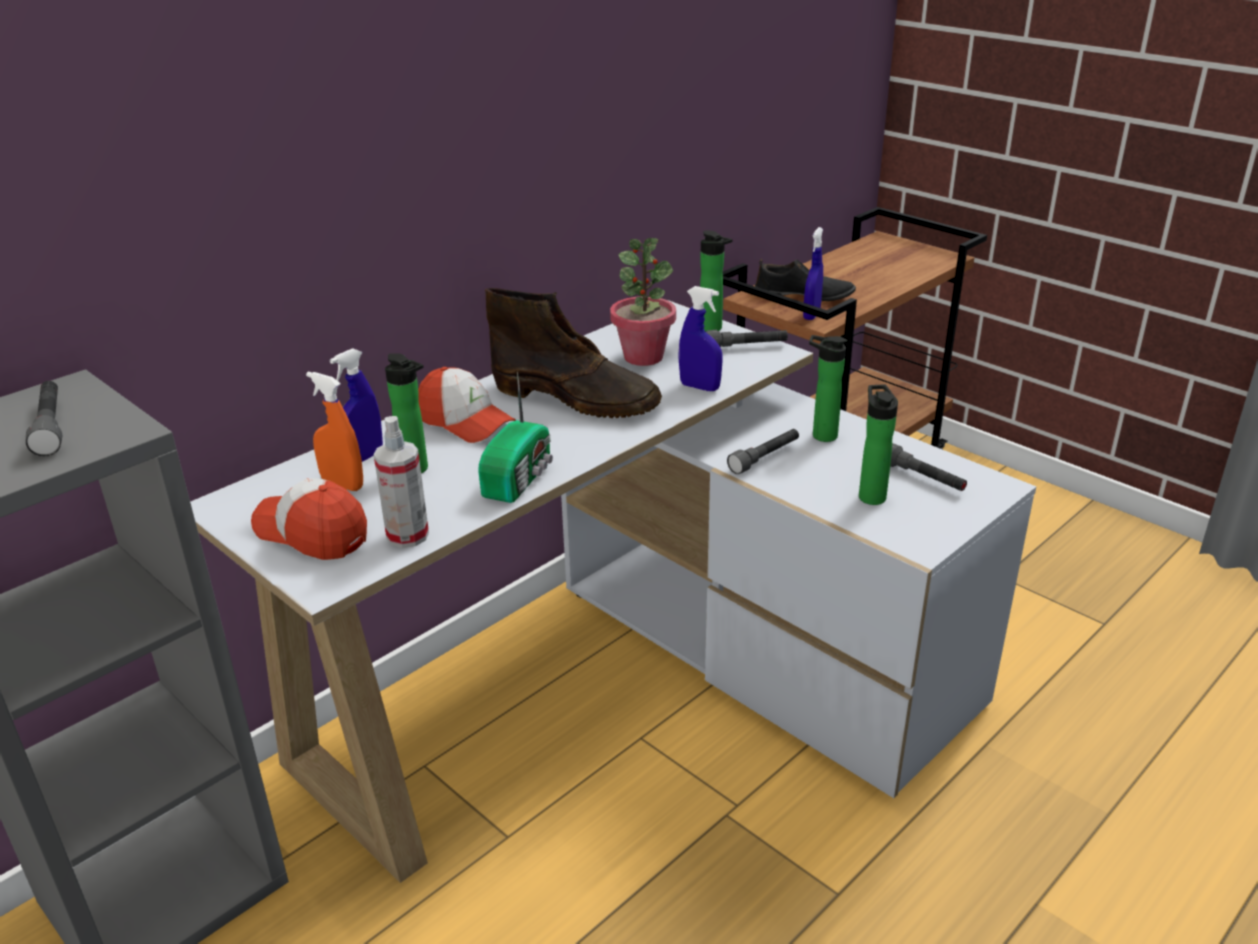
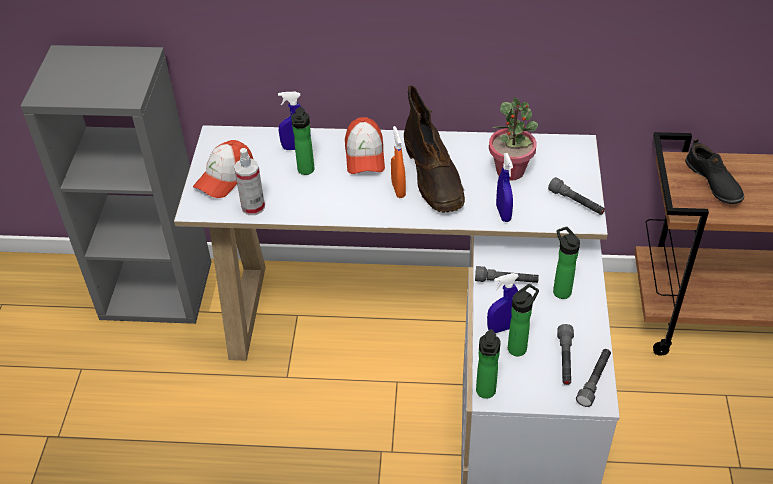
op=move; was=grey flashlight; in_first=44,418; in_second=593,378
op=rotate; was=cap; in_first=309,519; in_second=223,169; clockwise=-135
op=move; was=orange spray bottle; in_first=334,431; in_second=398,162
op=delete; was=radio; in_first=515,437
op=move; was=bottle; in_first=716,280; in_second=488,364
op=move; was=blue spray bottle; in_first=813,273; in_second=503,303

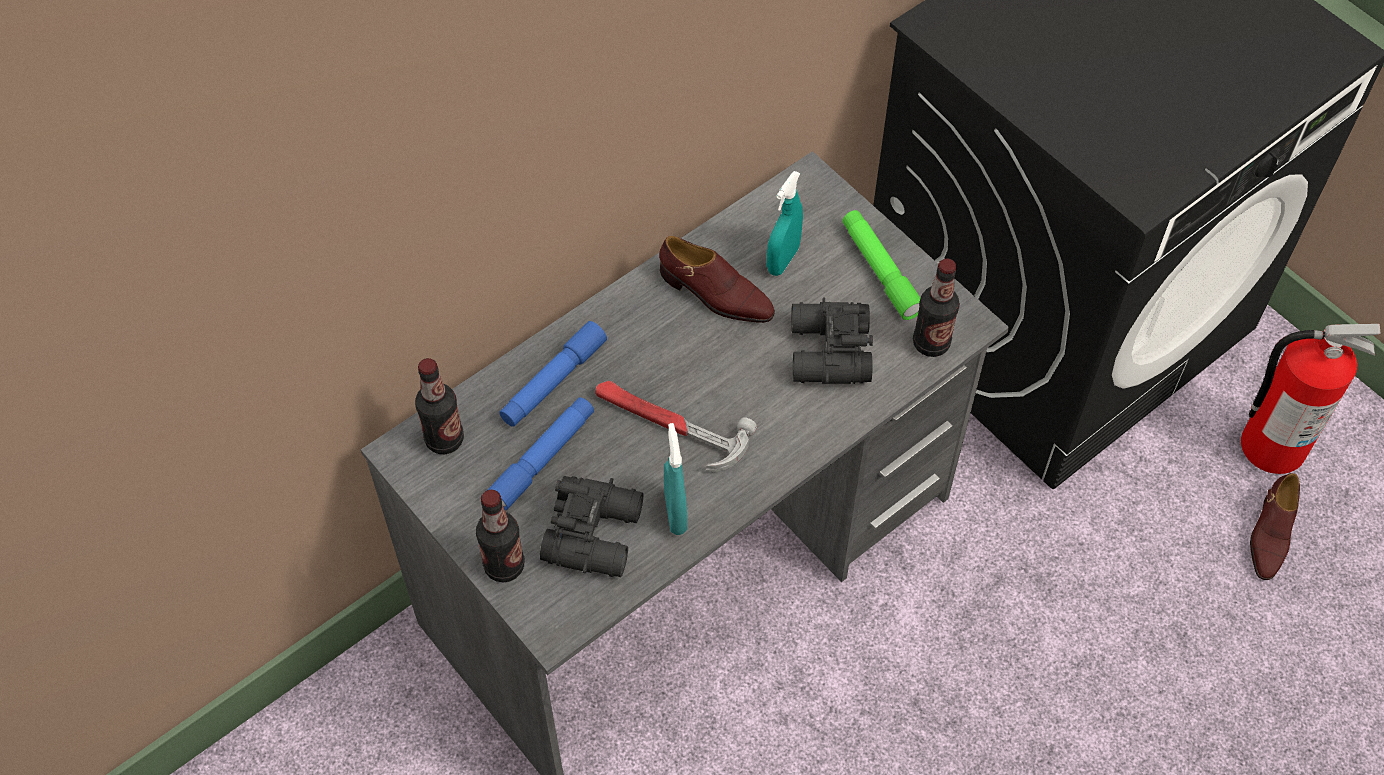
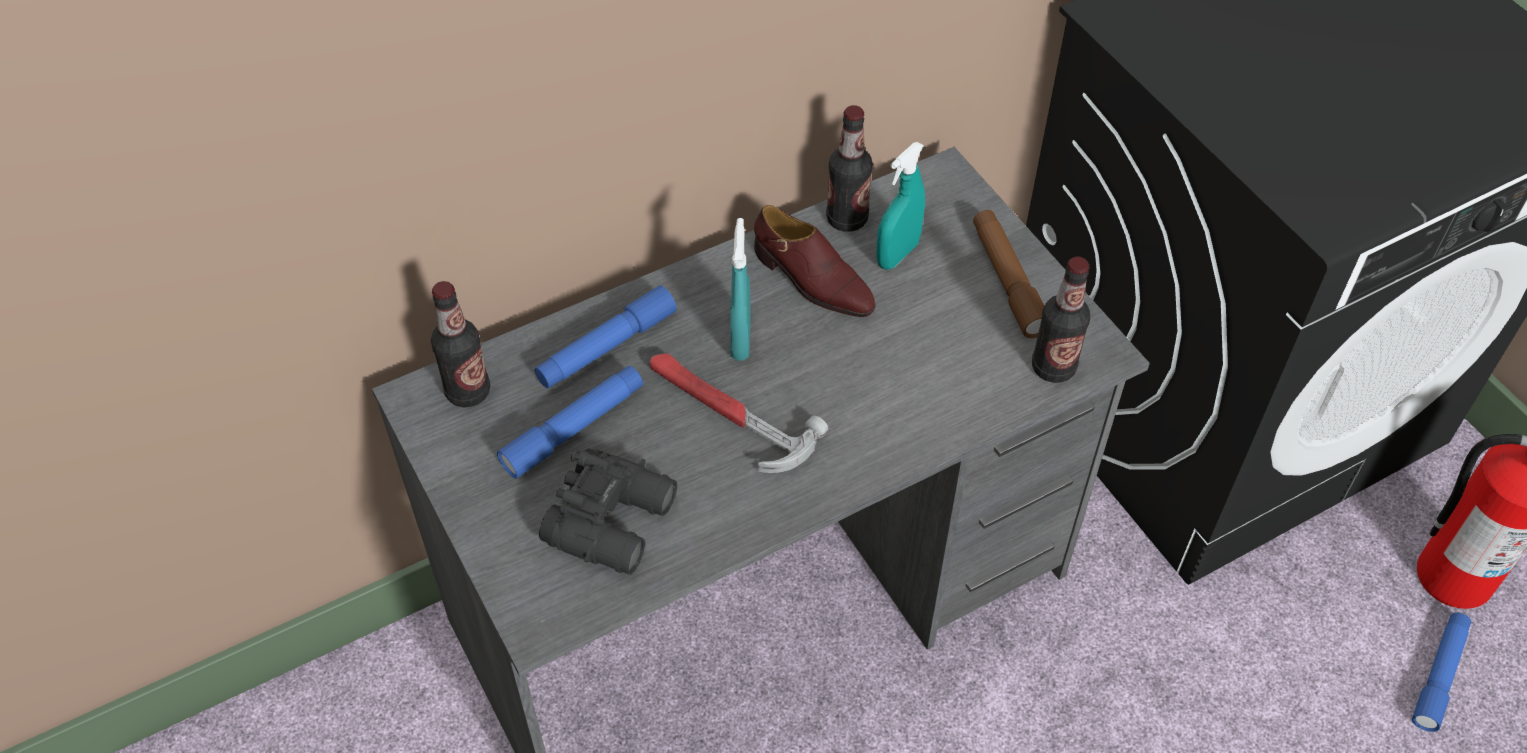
op=move; was=bottle; in_first=500,536; in_second=849,168
op=move; was=turquoise spray bottle; in_first=675,479; in_second=740,289
op=delete; was=black binoculars; in_first=832,340
op=recolor; was=green flashlight; now=brown flashlight; in_first=881,265; in_second=1008,274
op=replace; was=brown shoe; now=blue flashlight; in_first=1275,526; in_second=1441,672

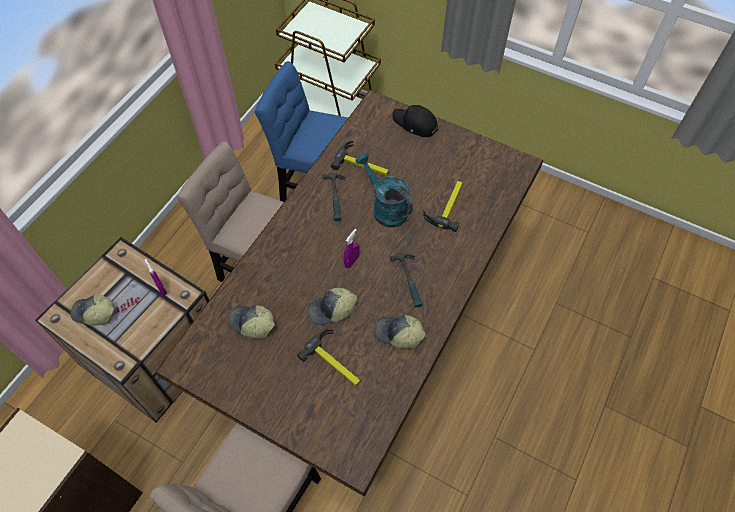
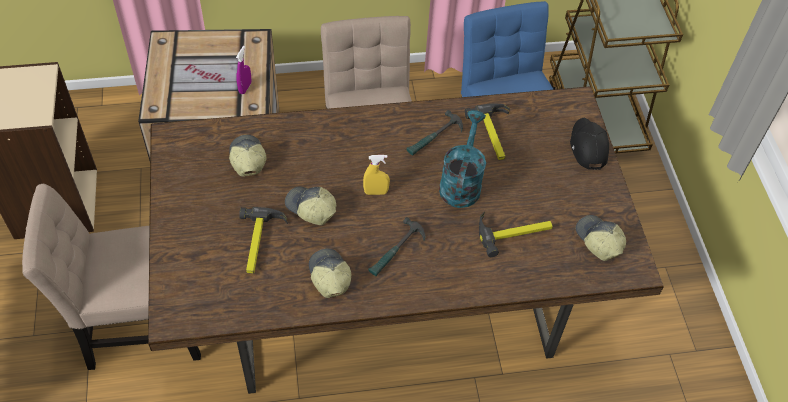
op=move; was=cap; in_first=93,310; in_second=601,238
op=recolor; was=purple spray bottle; now=yellow spray bottle; in_first=352,248; in_second=376,175

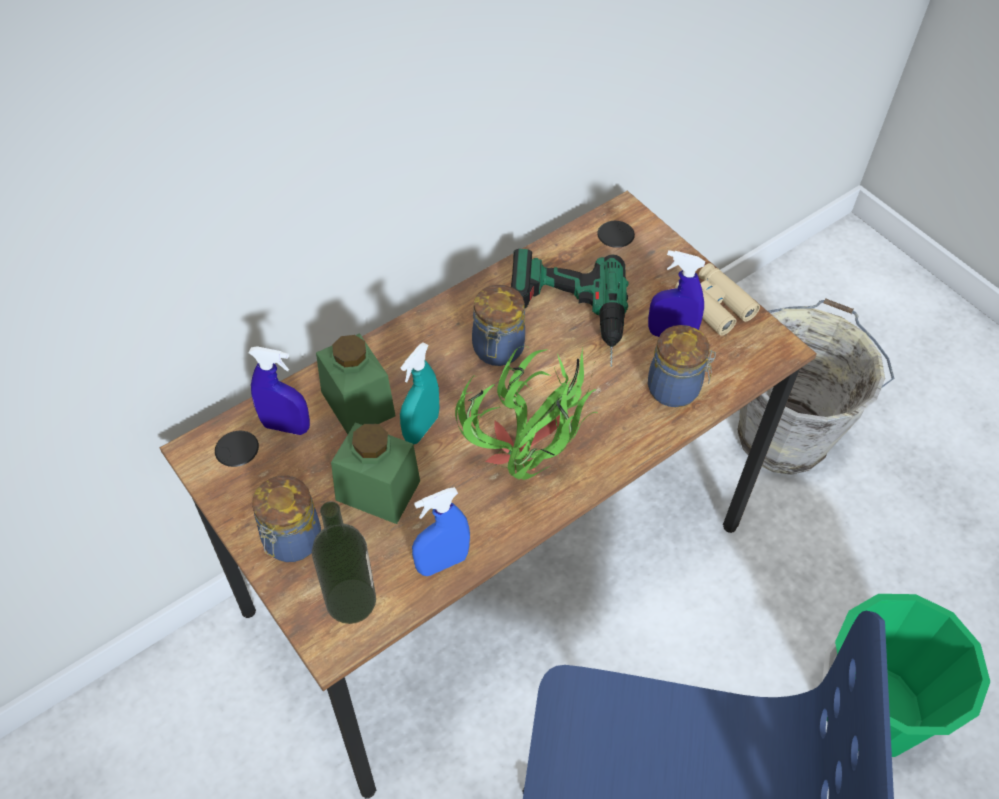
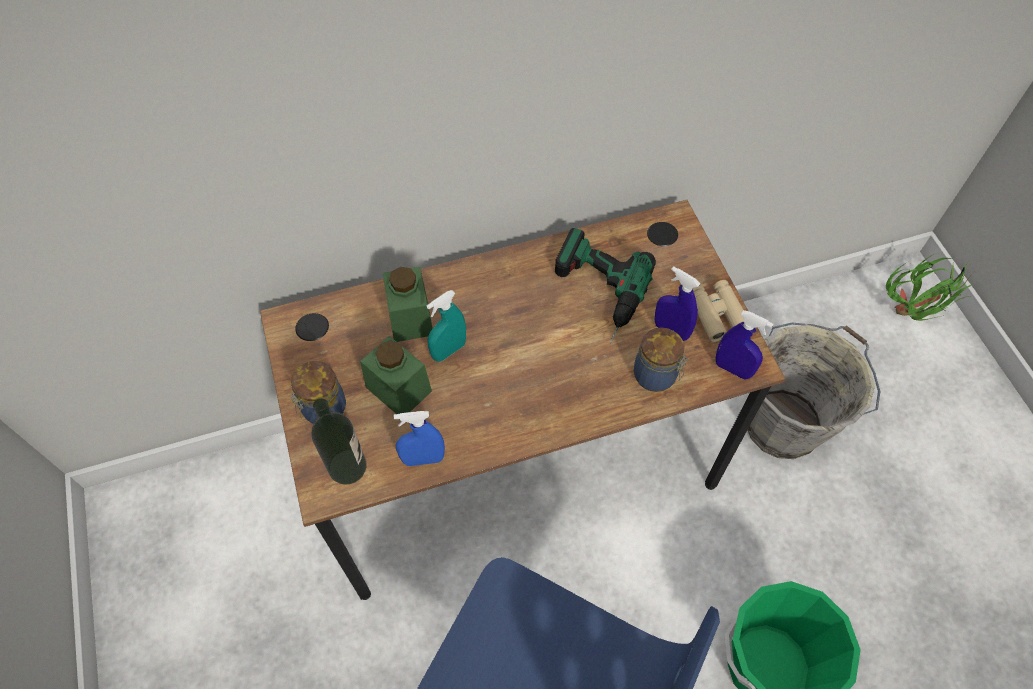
op=move; was=blue spray bottle; in_first=279,390; in_second=744,344
op=move; was=potted plant; in_first=526,413; in_second=929,287
op=delete; was=jar; in_first=498,325

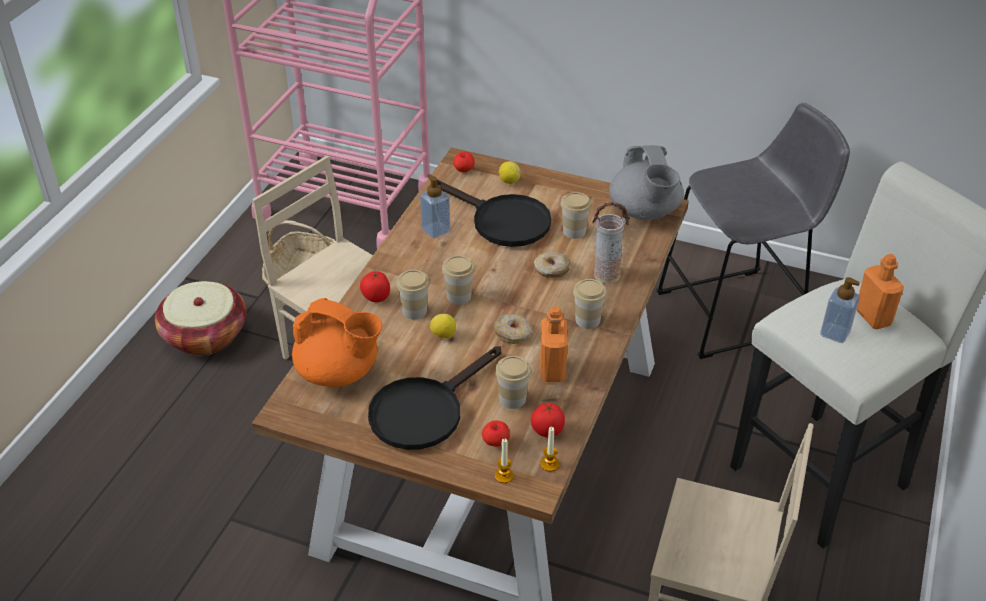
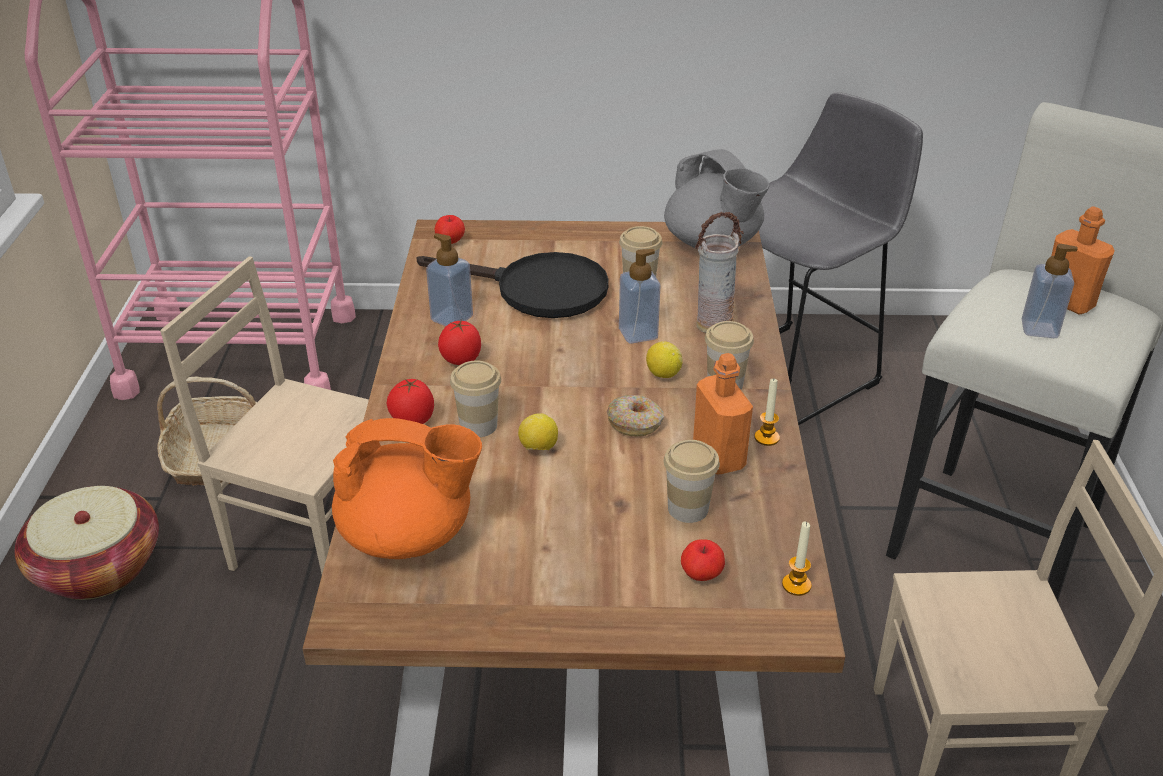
op=delete; was=black frying pan; in_first=434,398
op=delete; was=cup; in_first=458,280
op=move; was=candle; in_first=504,461; in_second=767,412
op=move; was=lemon; in_first=510,172; in_second=664,359
op=move; was=tomato; in_first=548,419; in_second=459,342
op=replace; was=donut; now=soap dispenser; in_first=552,264; in_second=640,296

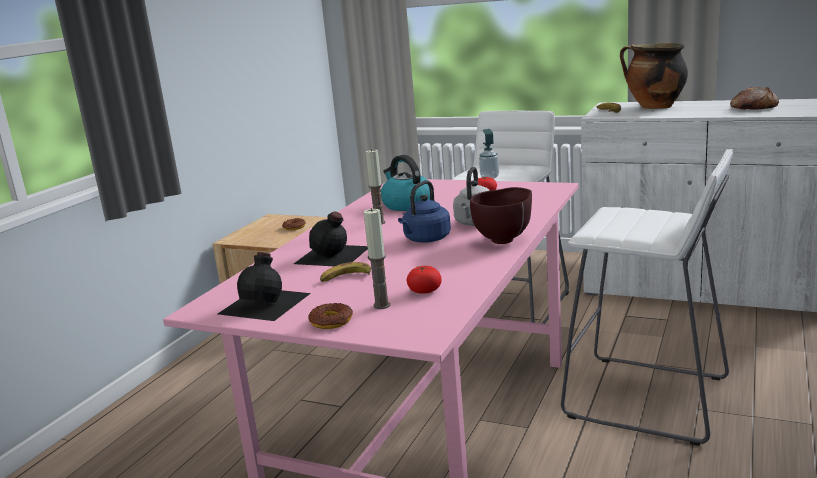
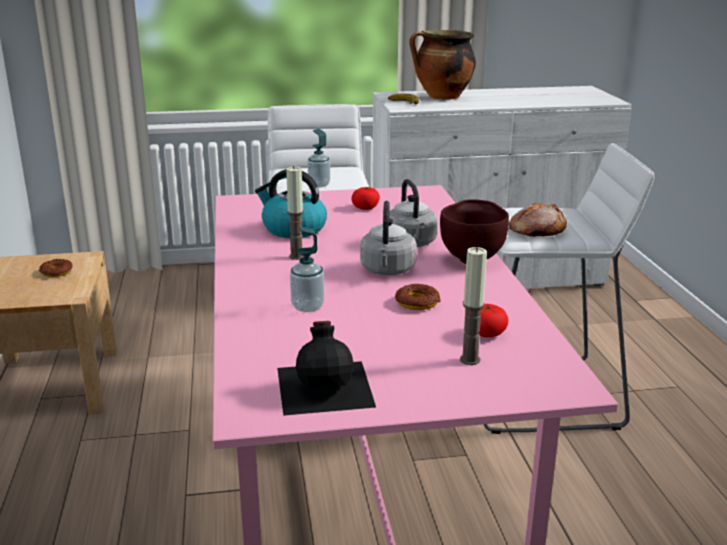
op=replace; was=black bottle; now=soap dispenser; in_first=331,239; in_second=307,269
op=move; was=donut; in_first=330,316; in_second=418,297
op=delete; was=banana; in_first=345,272
op=recolor; was=blue kettle; now=grey kettle; in_first=424,211; in_second=388,238
op=move; was=bread; in_first=754,98; in_second=538,220

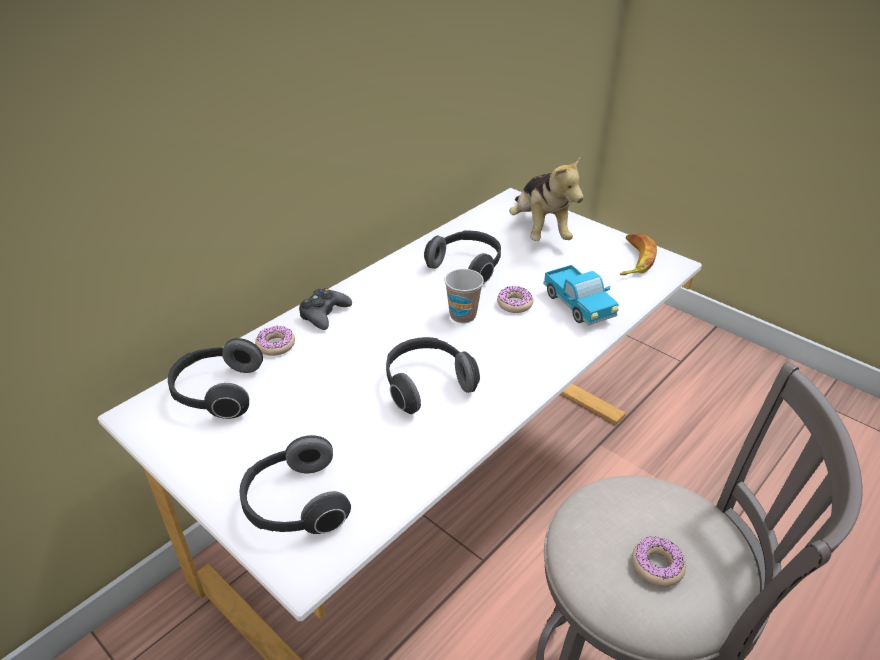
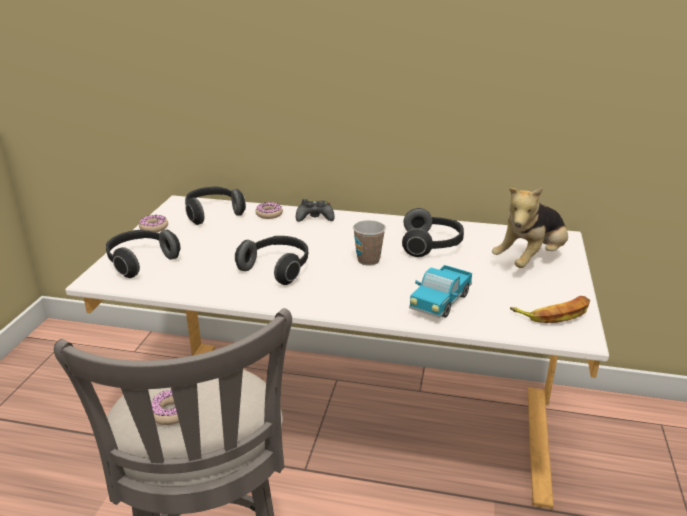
op=move; was=donut; in_first=515,299; in_second=153,223

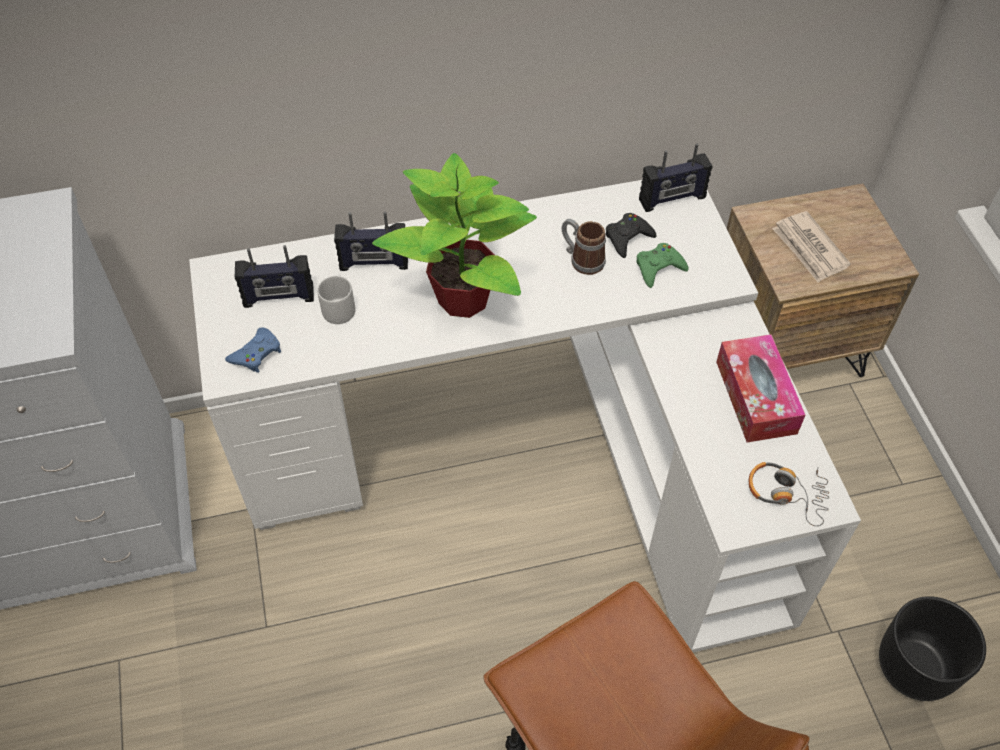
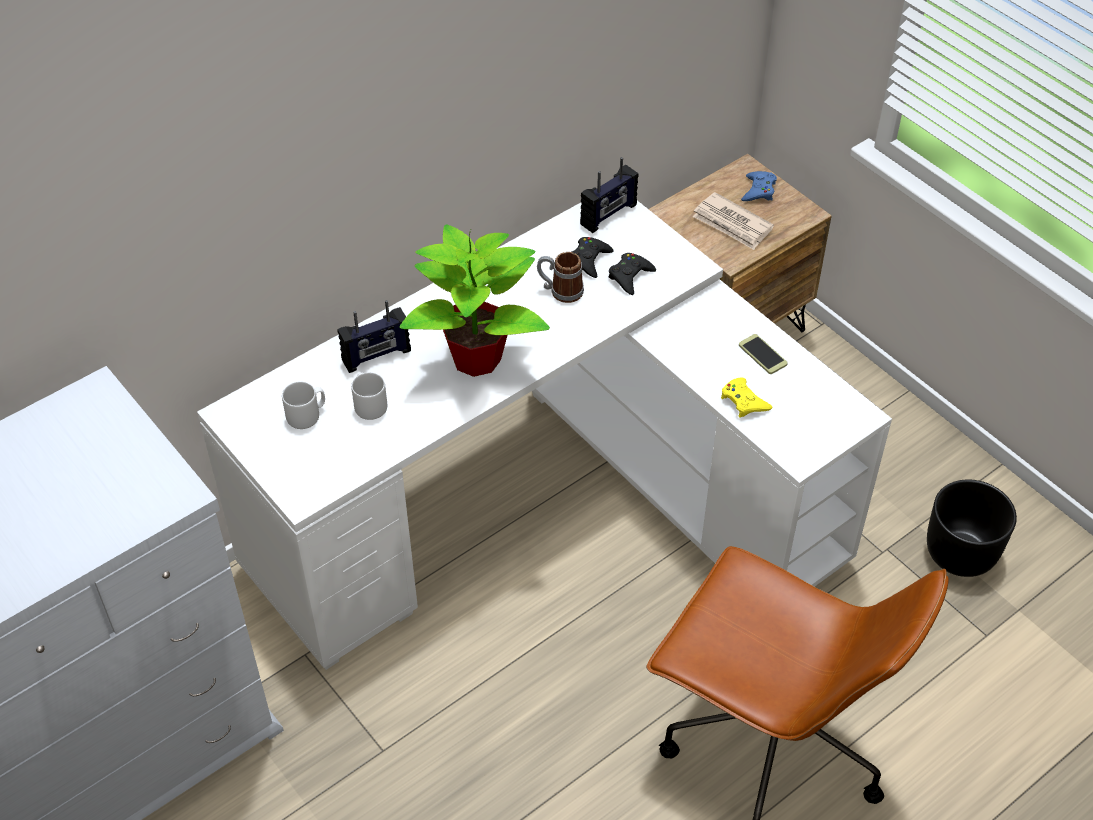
op=move; was=blue game controller; in_first=253,350; in_second=759,186
op=replace; was=radio; now=grey mug; in_first=274,276; in_second=303,405
op=recolor; was=green game controller; now=black game controller; in_first=662,265; in_second=632,274
op=replace; was=tissue box; now=phone; in_first=760,388; in_second=763,354
op=delete; was=headphones; in_first=789,494
op=insert; now=yellow game controller; in_second=746,397

